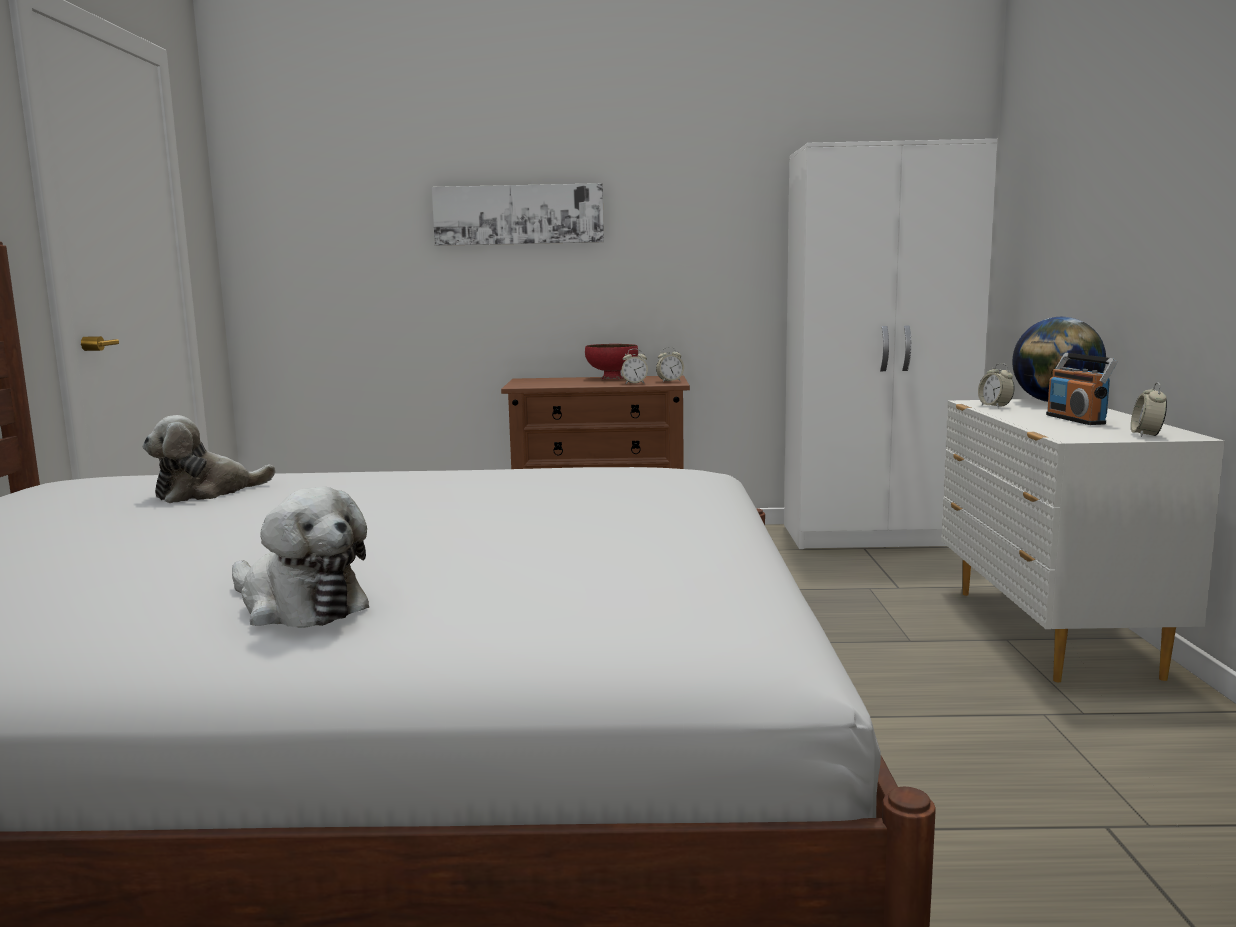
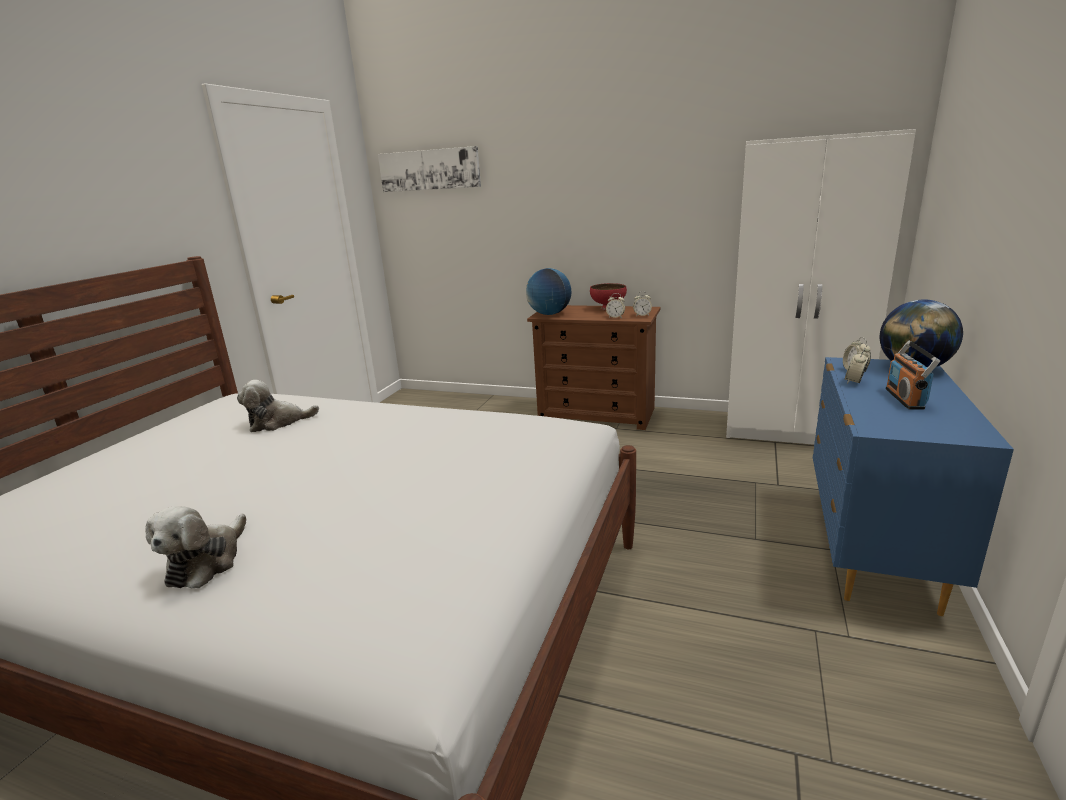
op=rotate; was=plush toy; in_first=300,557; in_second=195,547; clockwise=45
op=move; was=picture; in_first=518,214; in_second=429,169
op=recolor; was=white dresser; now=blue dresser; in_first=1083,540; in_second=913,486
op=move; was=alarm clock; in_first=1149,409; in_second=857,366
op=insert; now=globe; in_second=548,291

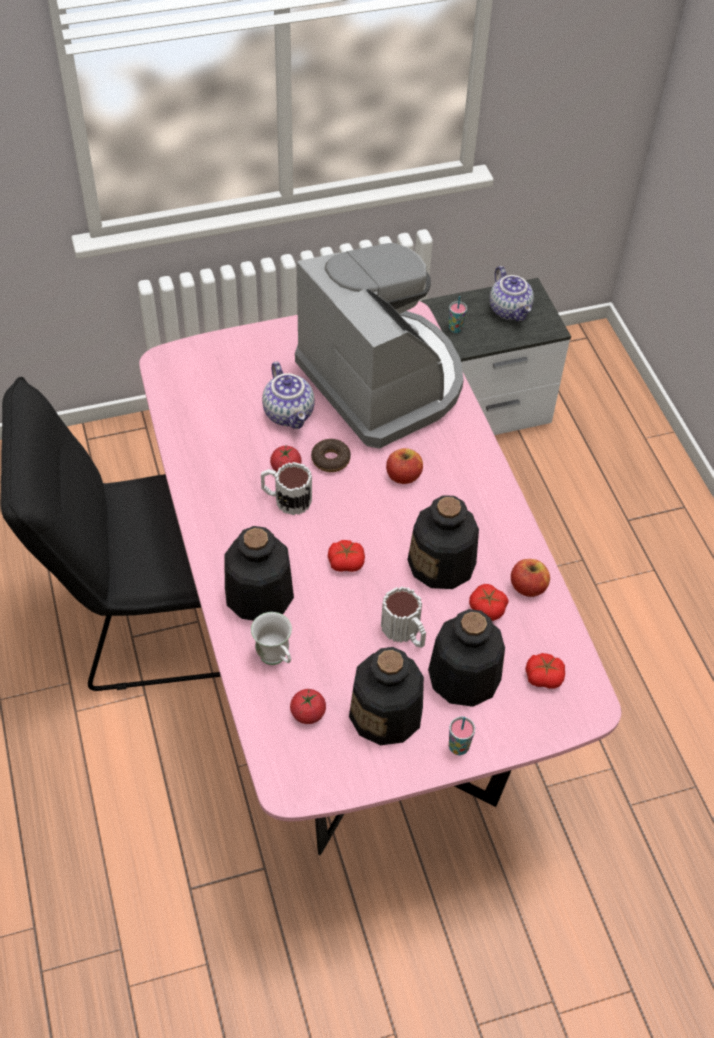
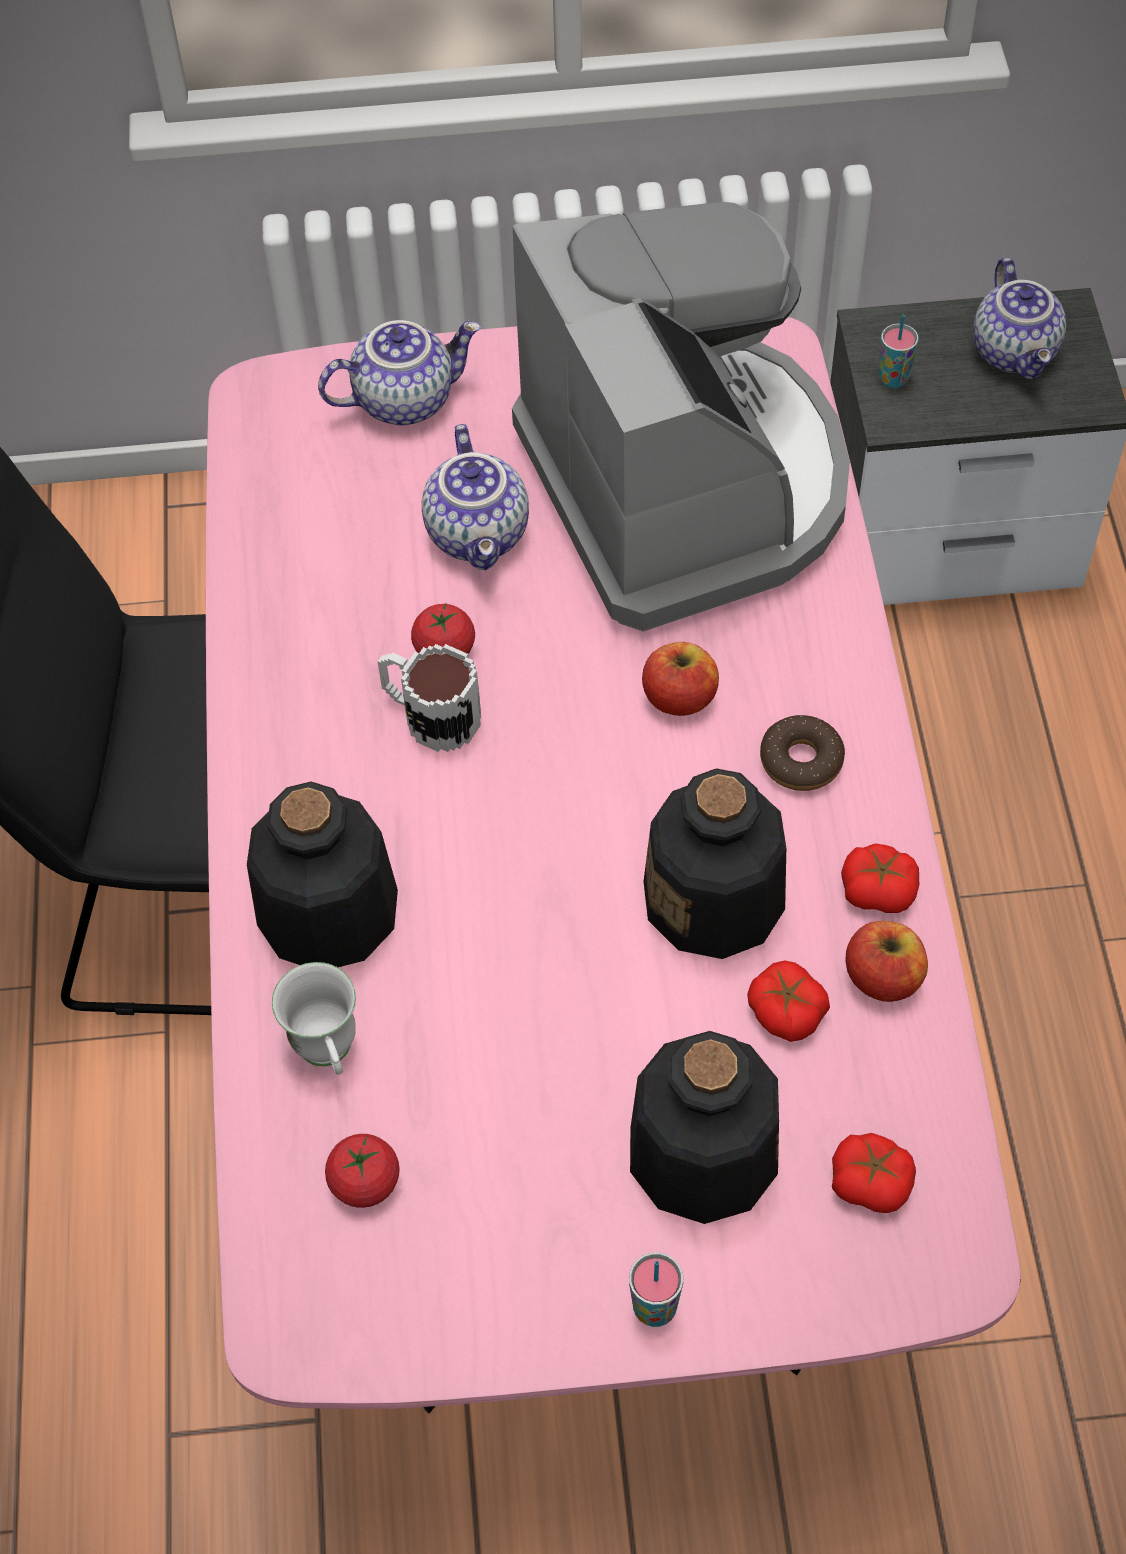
op=move; was=donut; in_first=331,455; in_second=802,753
op=move; was=tomato; in_first=346,556; in_second=880,878
op=delete; was=bottle; in_first=386,696
op=delete; was=mug; in_first=403,617
op=insert; now=teapot; in_second=399,373

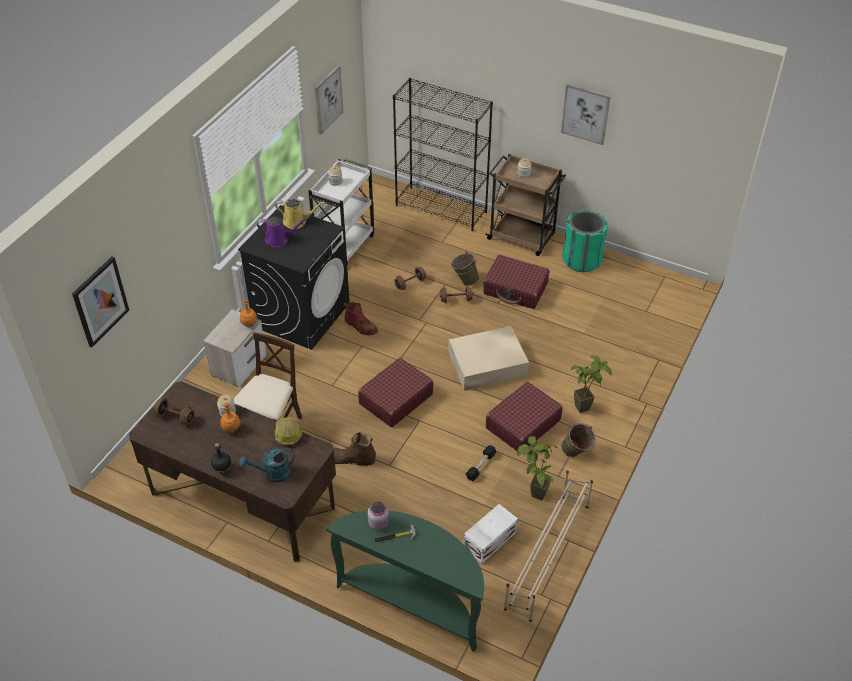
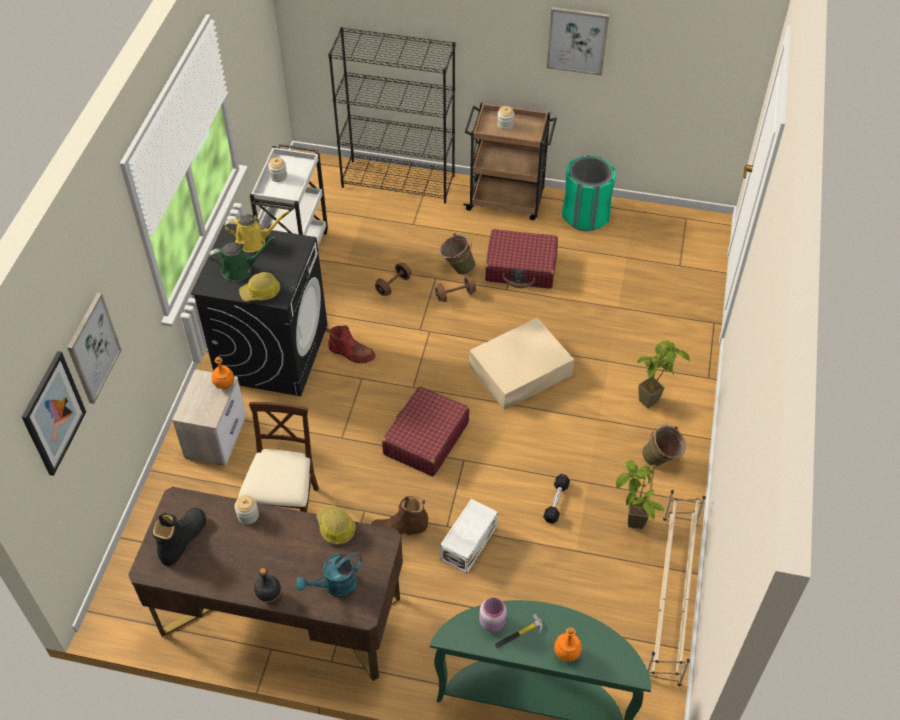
op=replace; was=brown dumbbell; now=black boot; in_first=174,411; in_second=179,537
op=move; was=orange bottle; in_first=230,418; in_second=568,644
op=recolor; was=purple watering can; now=green watering can; in_first=282,232; in_second=242,259
op=move; was=picture; in_first=329,99; in_second=94,348
op=move; was=white storage box; in_first=490,534; in_second=469,536
op=delete; was=red suitcase; in_first=524,416
op=insert; now=hard hat; in_second=259,286

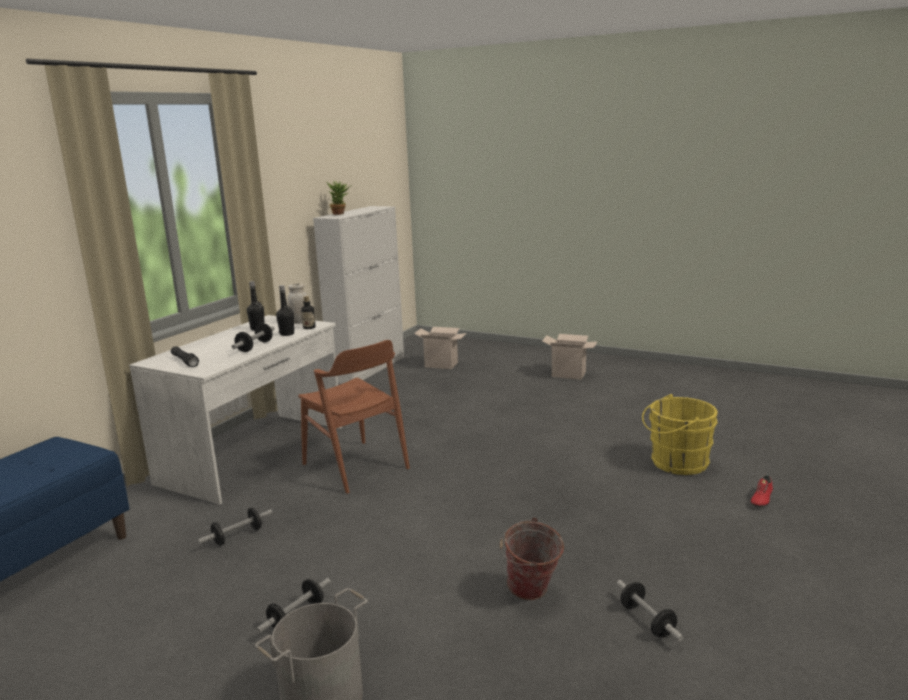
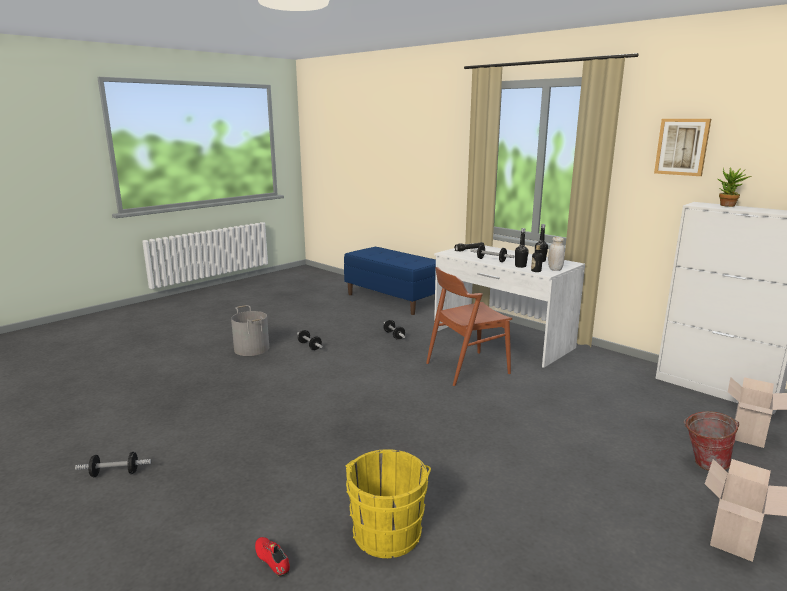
op=move; was=bucket; in_first=532,559; in_second=712,441
op=move; was=dumbbell; in_first=650,610; in_second=113,464
op=insert; now=picture; in_second=682,147

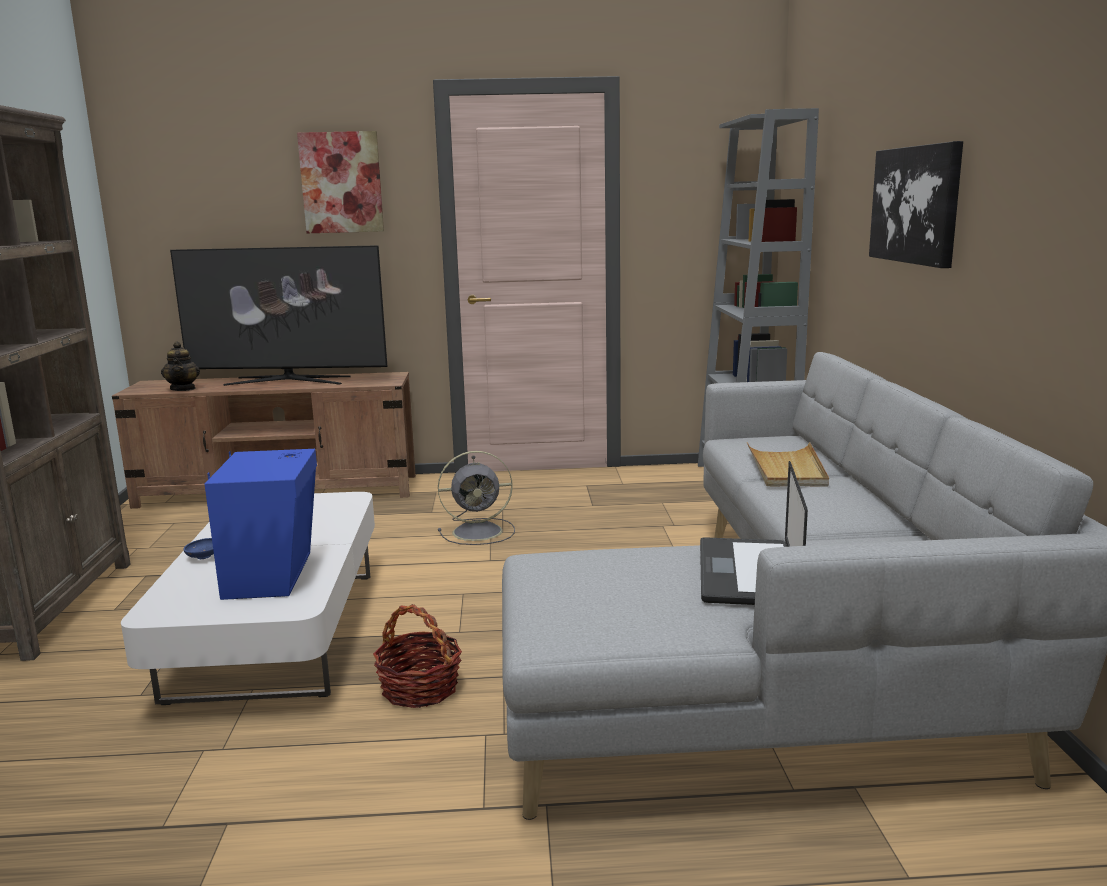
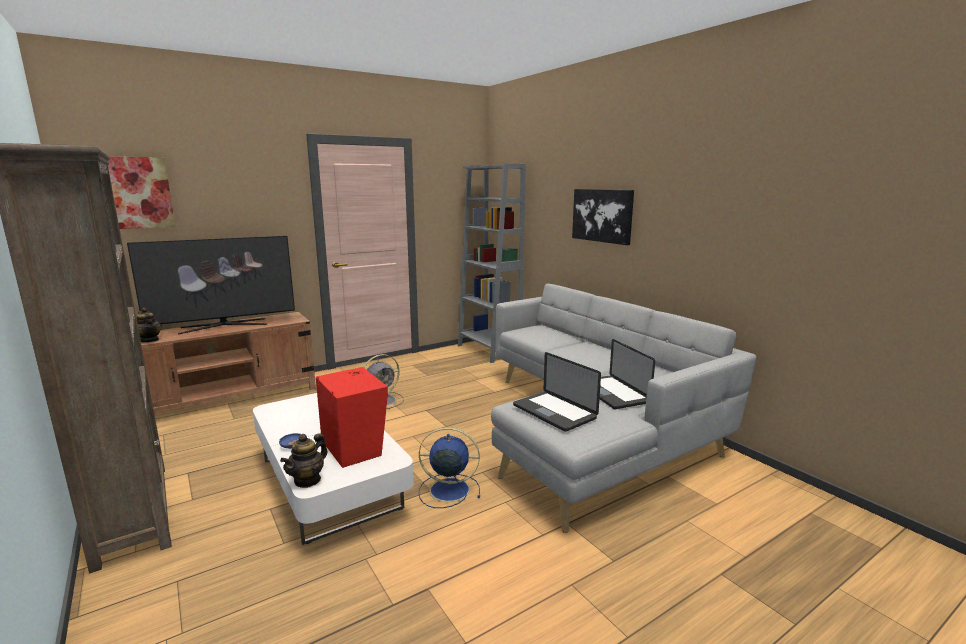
op=recolor; was=blue speaker; now=red speaker; in_first=261,524; in_second=352,417
op=move; was=picture; in_first=340,182; in_second=141,193
op=replace; was=basket; now=blue fan; in_first=417,656; in_second=449,467
op=delete; was=beige tray; in_first=788,464
op=insert; now=teapot; in_second=304,460
op=insert; now=laptop; in_second=557,392

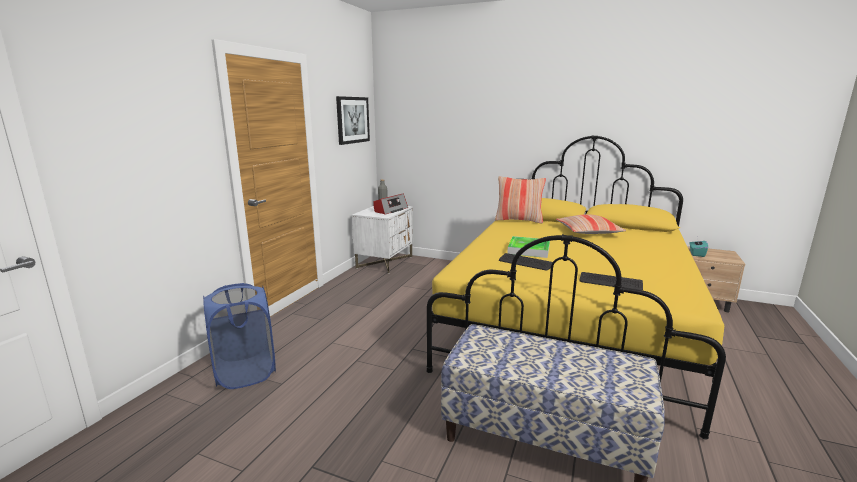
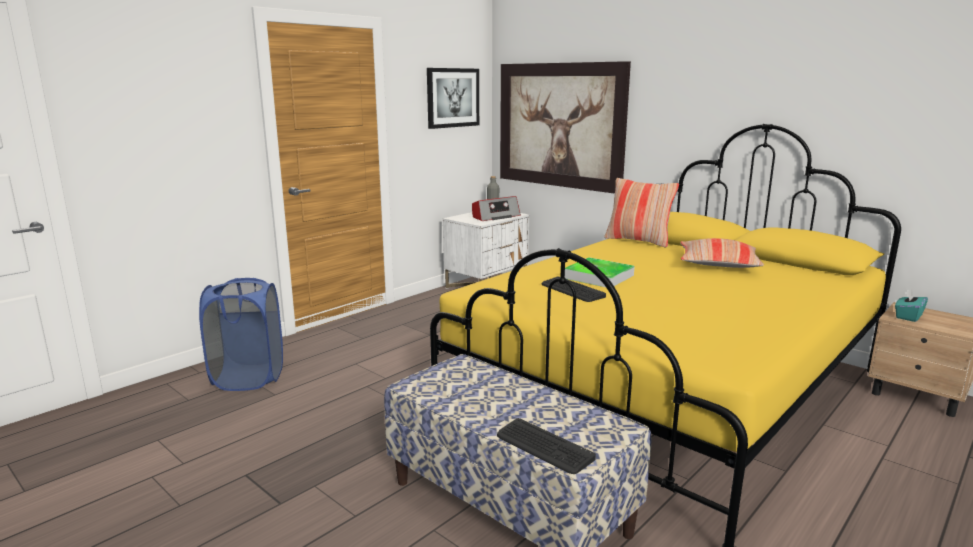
op=move; was=keyboard; in_first=611,281; in_second=546,446
op=insert; now=picture; in_second=565,127

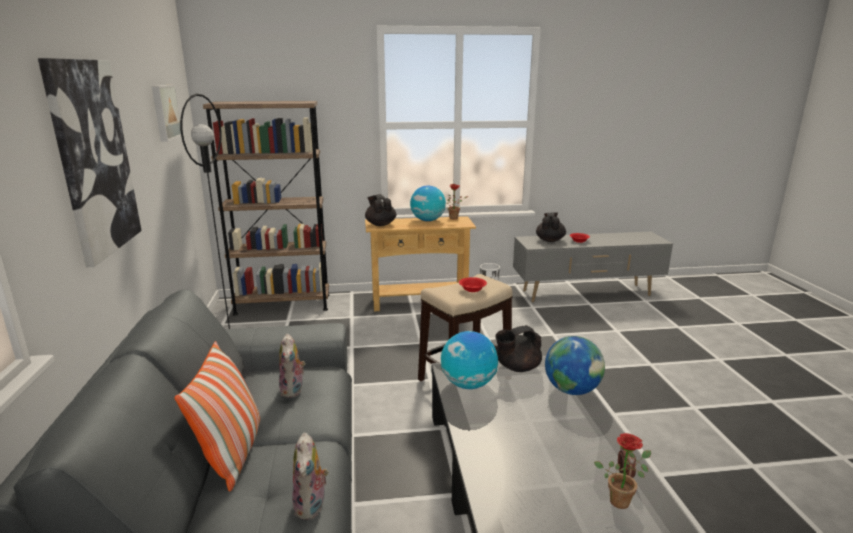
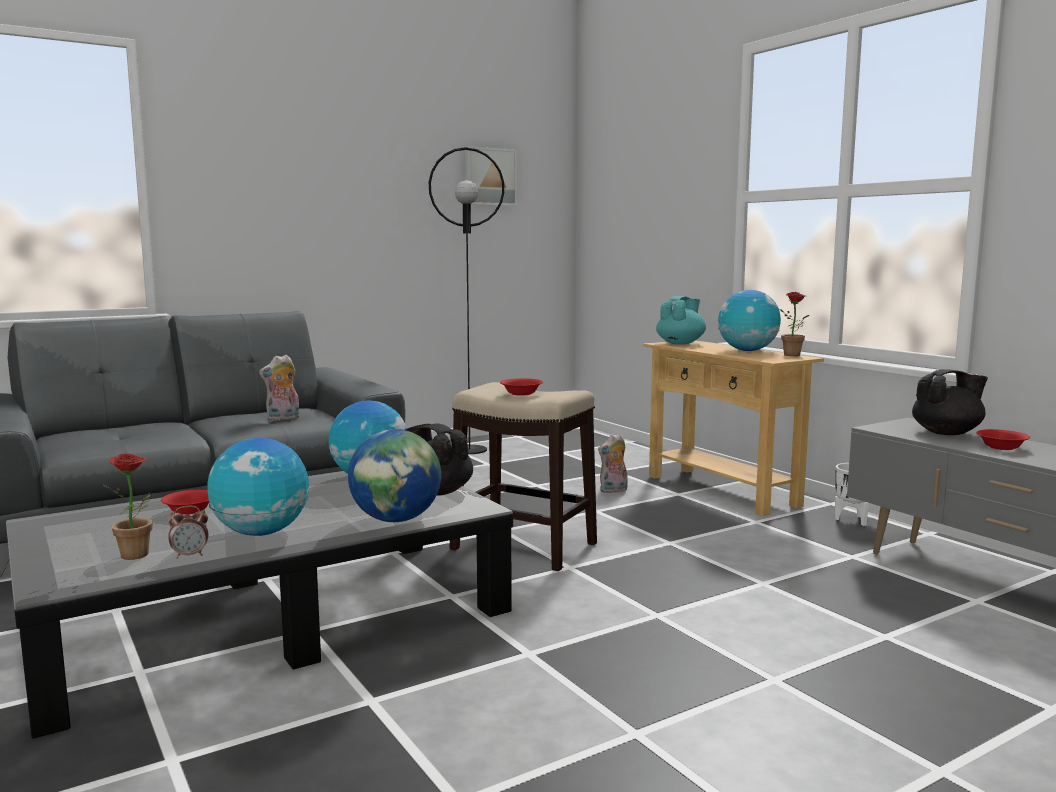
op=delete; was=picture; in_first=90,162
op=delete; was=pillow; in_first=217,416
op=delete; was=brown bookcase; in_first=266,208
op=move; was=plush toy; in_first=310,476; in_second=612,463
op=recolor; was=black teapot; now=turquoise teapot; in_first=380,210; in_second=681,320
op=insert; now=red bowl; in_second=185,502
op=insert; now=globe; in_second=258,487

